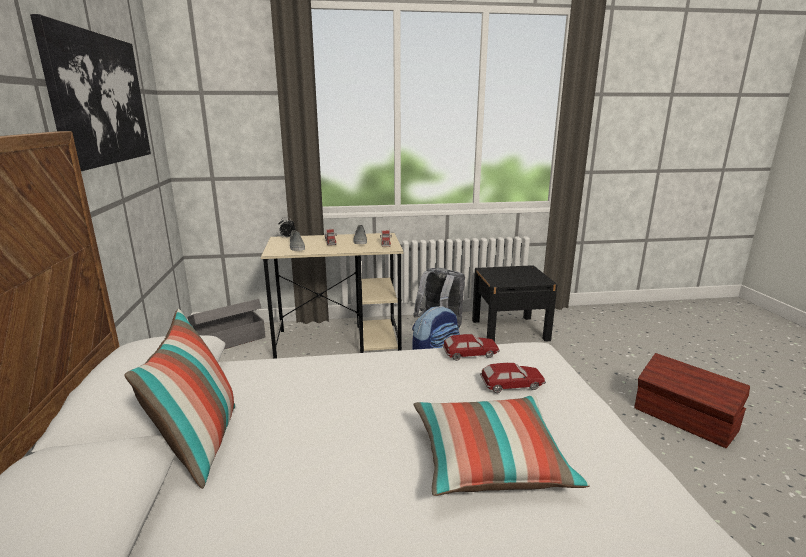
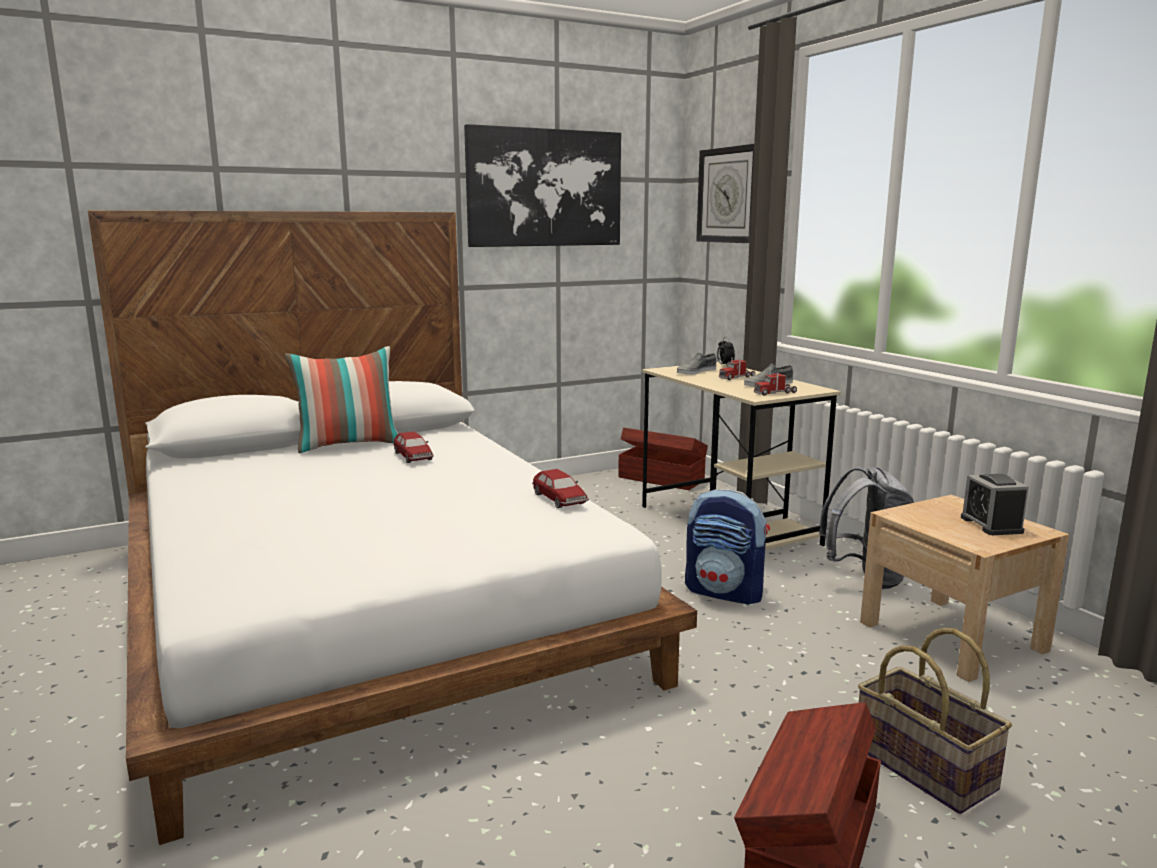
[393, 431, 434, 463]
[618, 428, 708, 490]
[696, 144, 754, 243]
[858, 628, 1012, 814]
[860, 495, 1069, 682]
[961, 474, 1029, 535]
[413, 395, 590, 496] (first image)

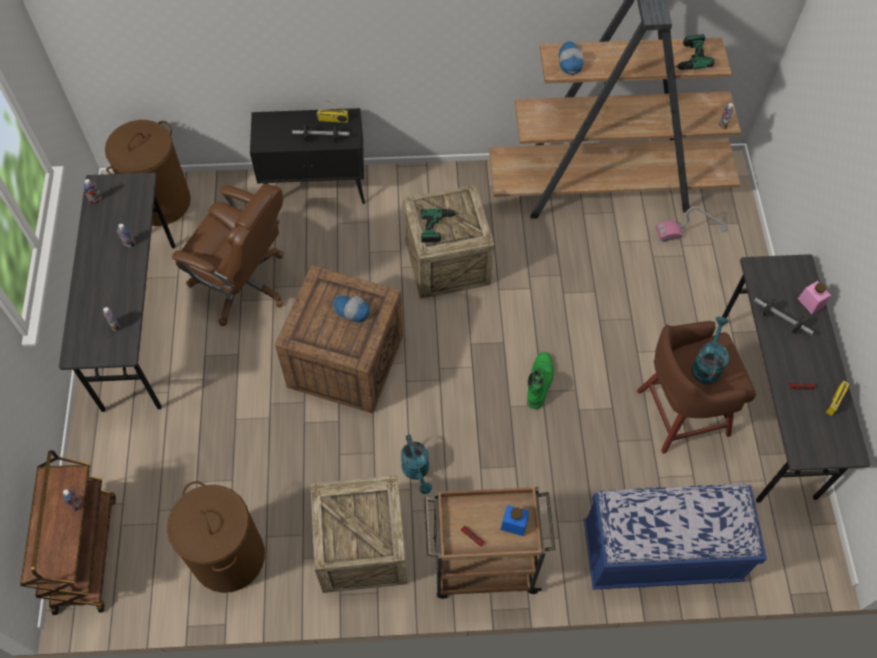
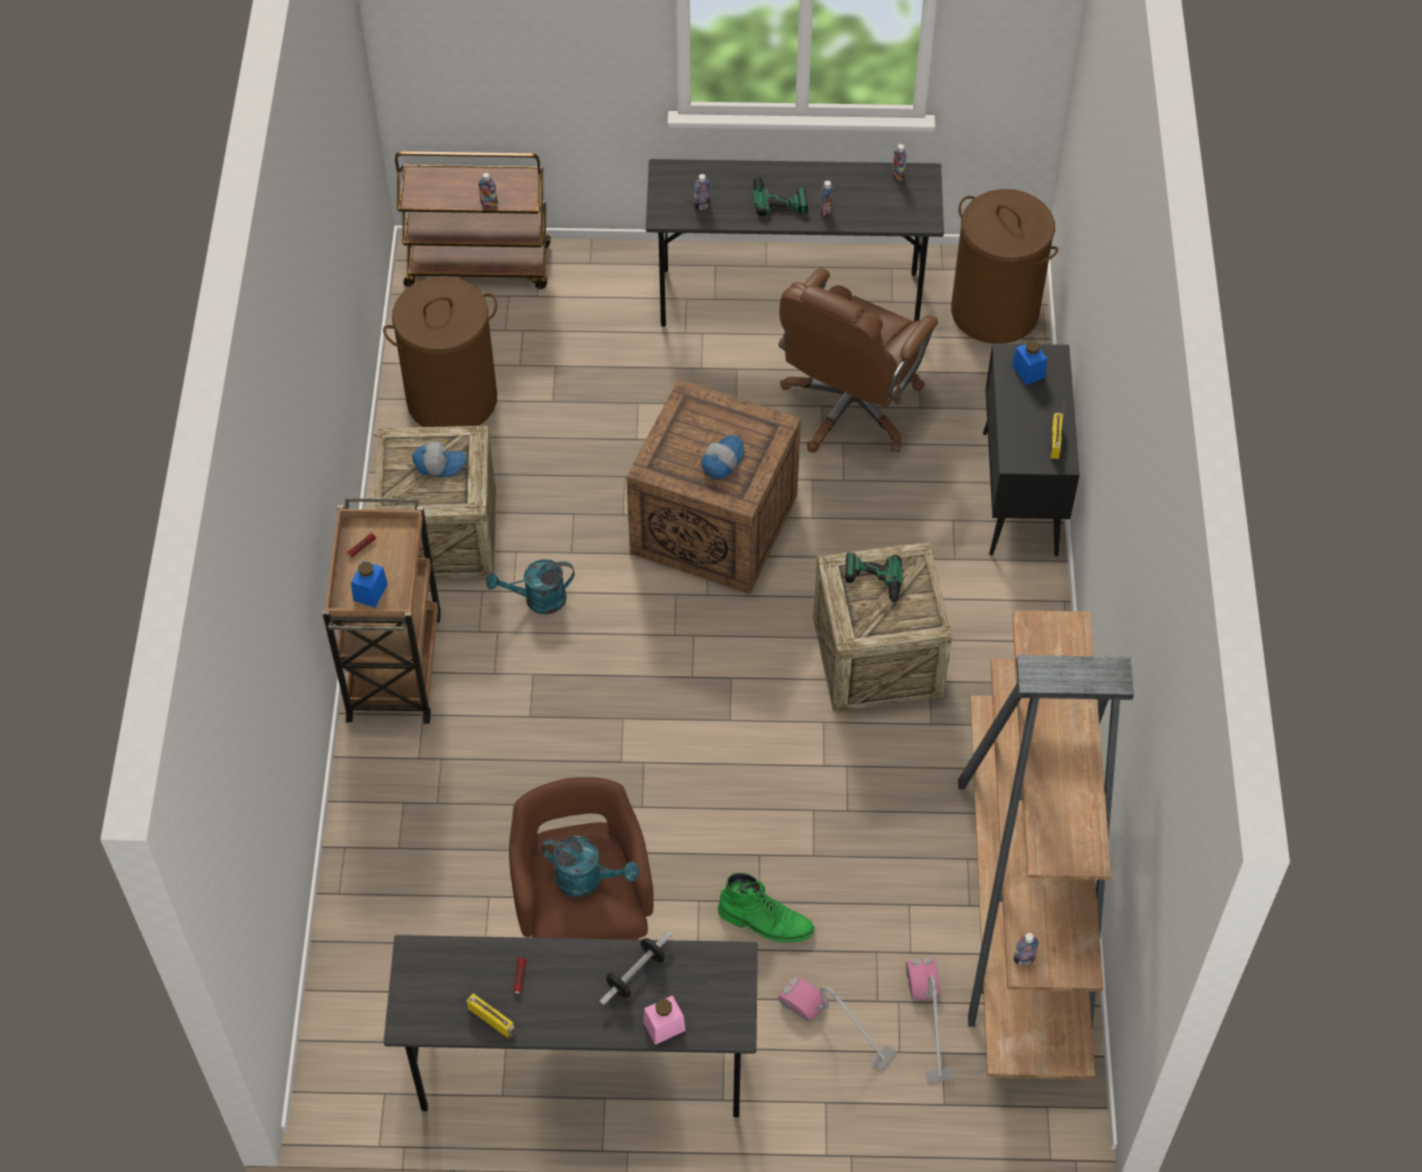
[412, 441, 467, 477]
[718, 873, 815, 943]
[753, 168, 808, 216]
[778, 976, 896, 1072]
[1012, 341, 1047, 385]
[292, 124, 350, 142] (first image)
[584, 484, 767, 590] (first image)

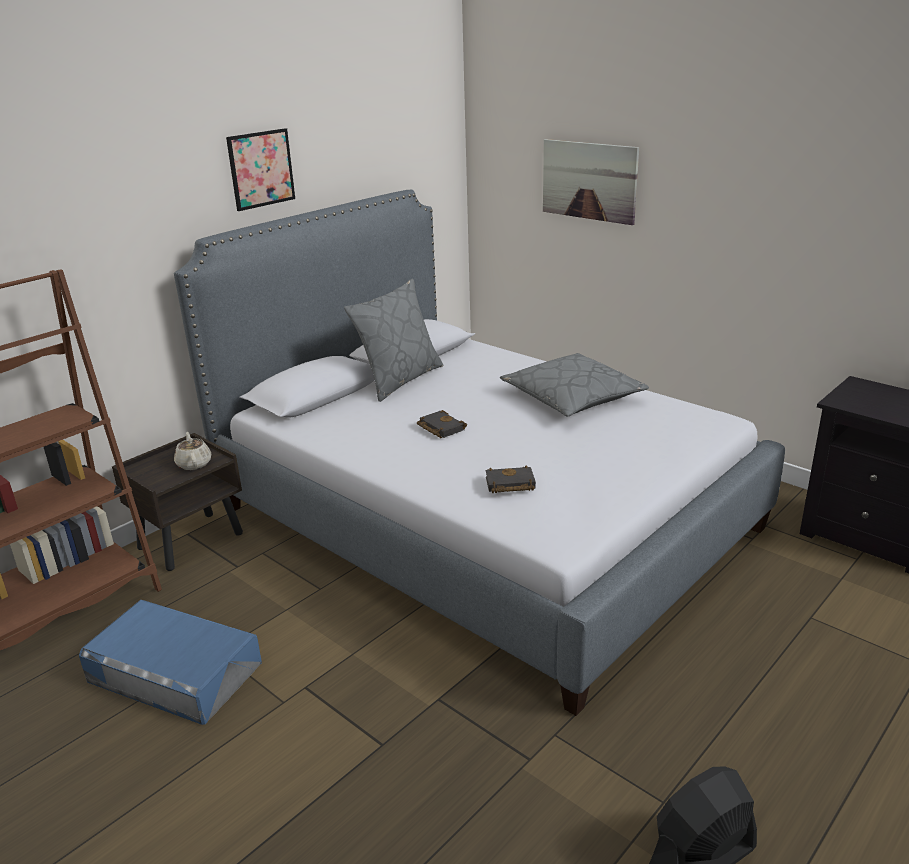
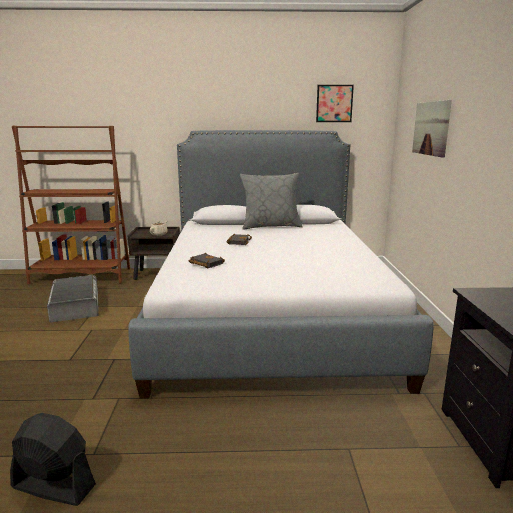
[47, 275, 99, 322]
[316, 85, 354, 122]
[500, 353, 649, 416] (first image)

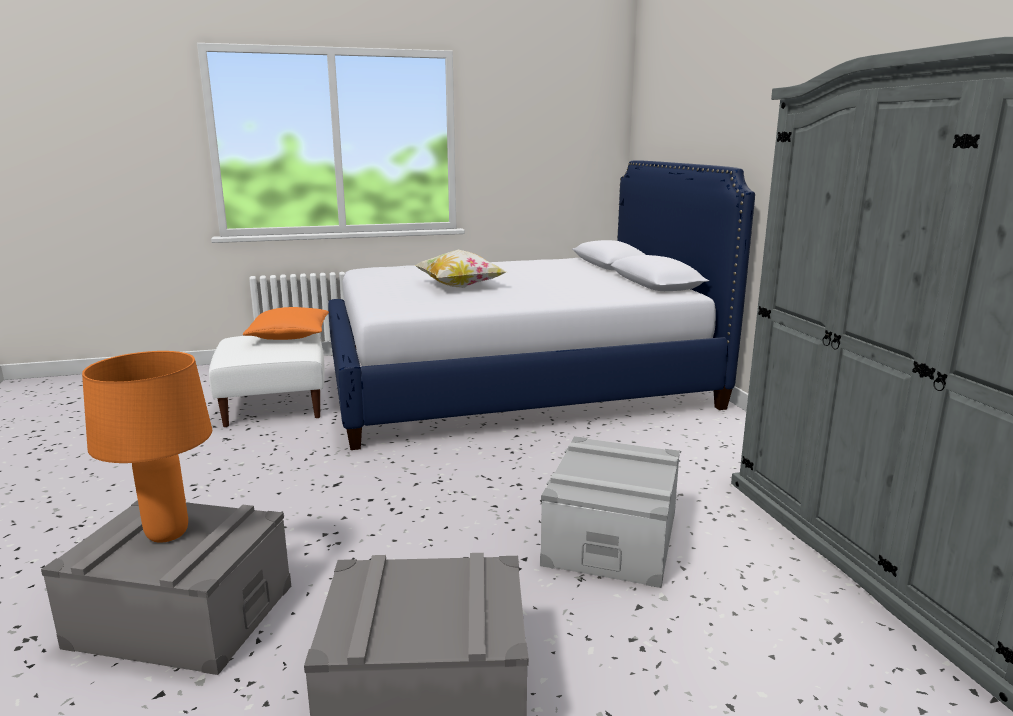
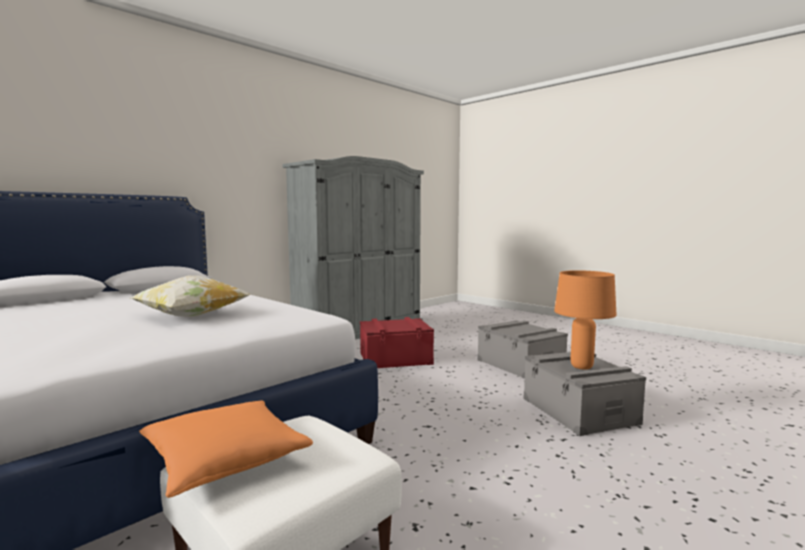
[360, 317, 434, 368]

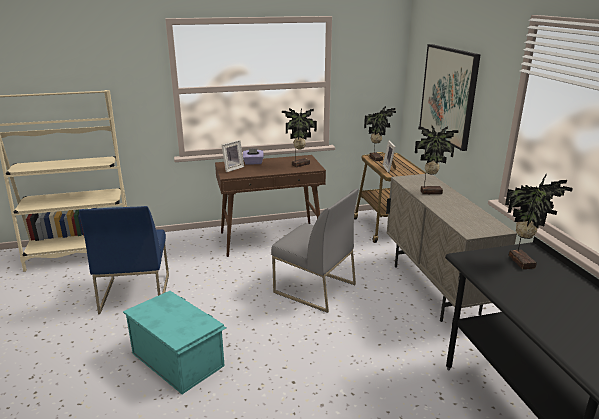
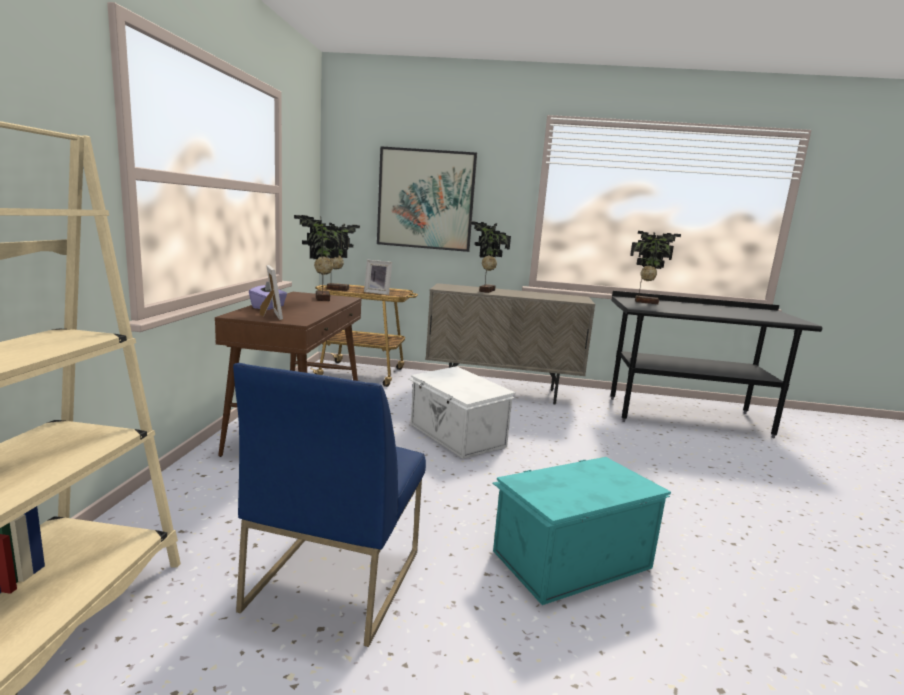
[233, 363, 426, 647]
[409, 366, 515, 459]

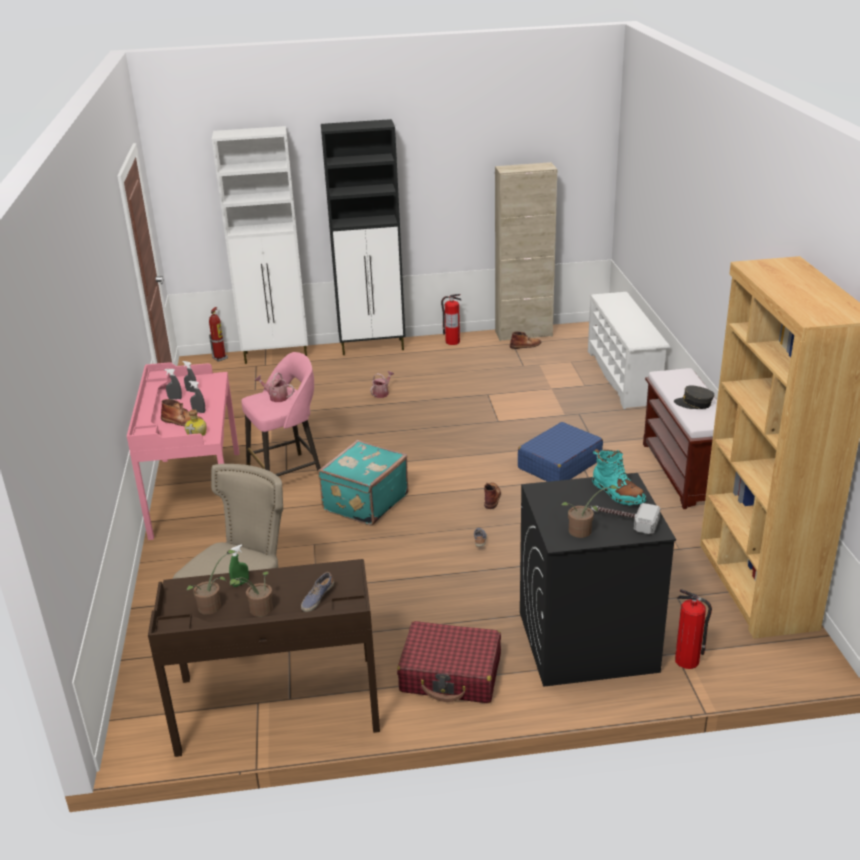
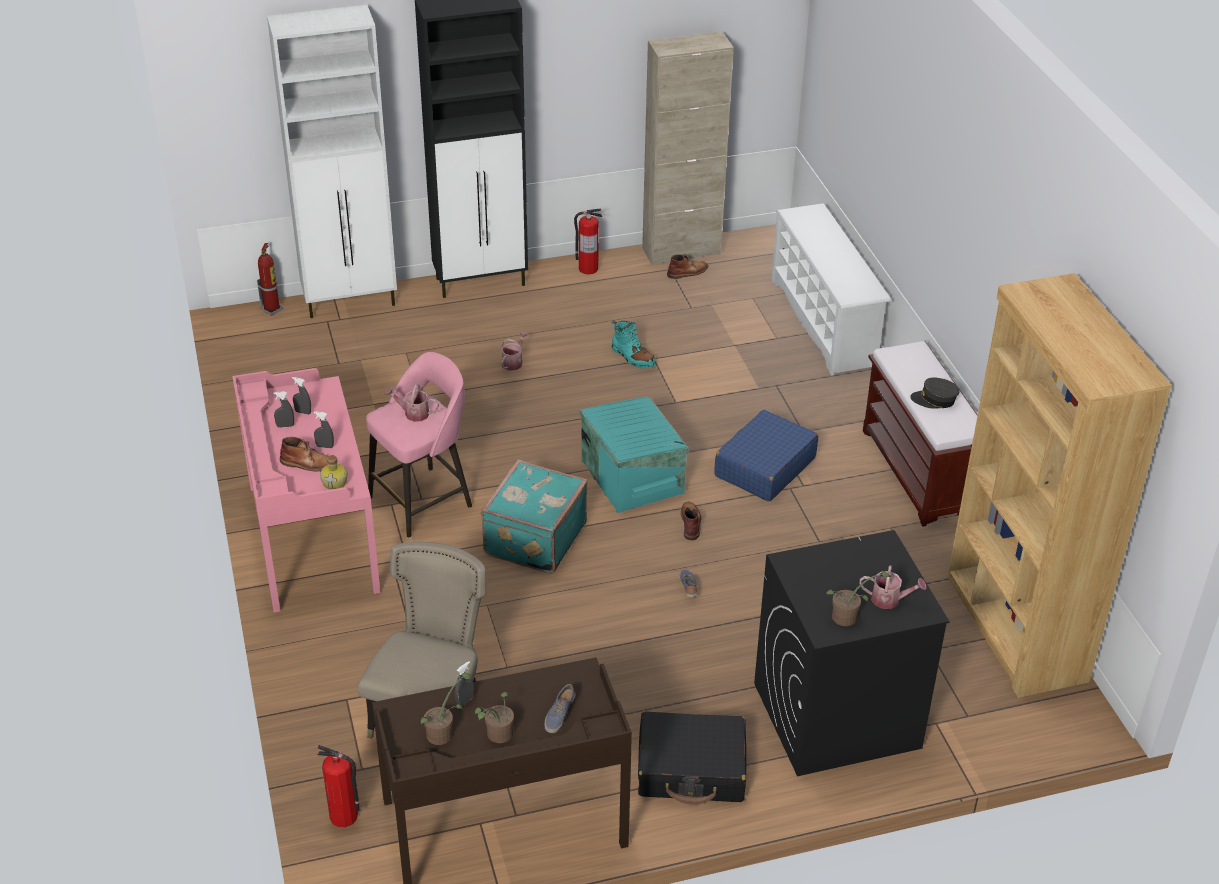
[318, 745, 360, 827]
[455, 661, 474, 706]
[580, 396, 689, 513]
[611, 320, 657, 369]
[638, 711, 746, 805]
[860, 565, 927, 609]

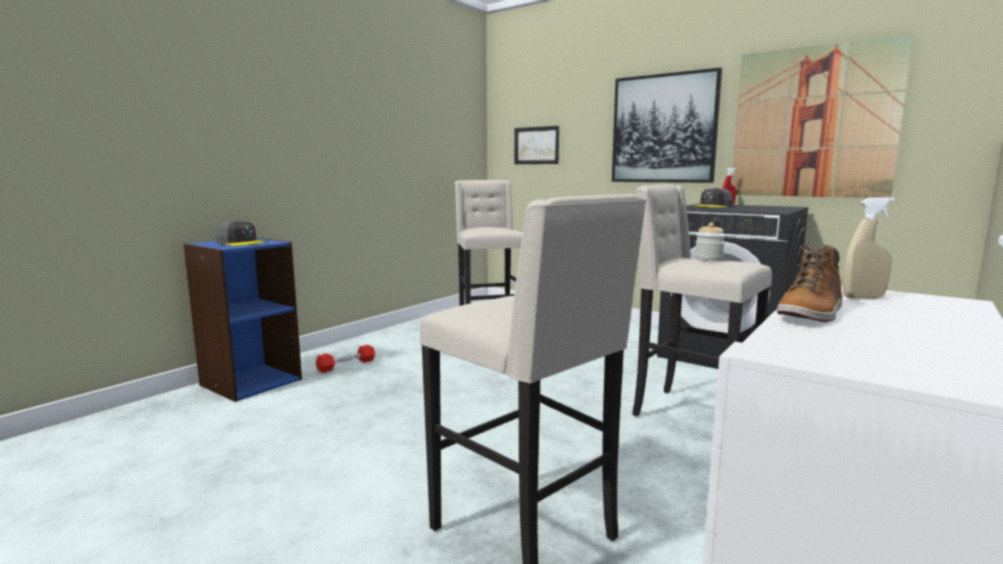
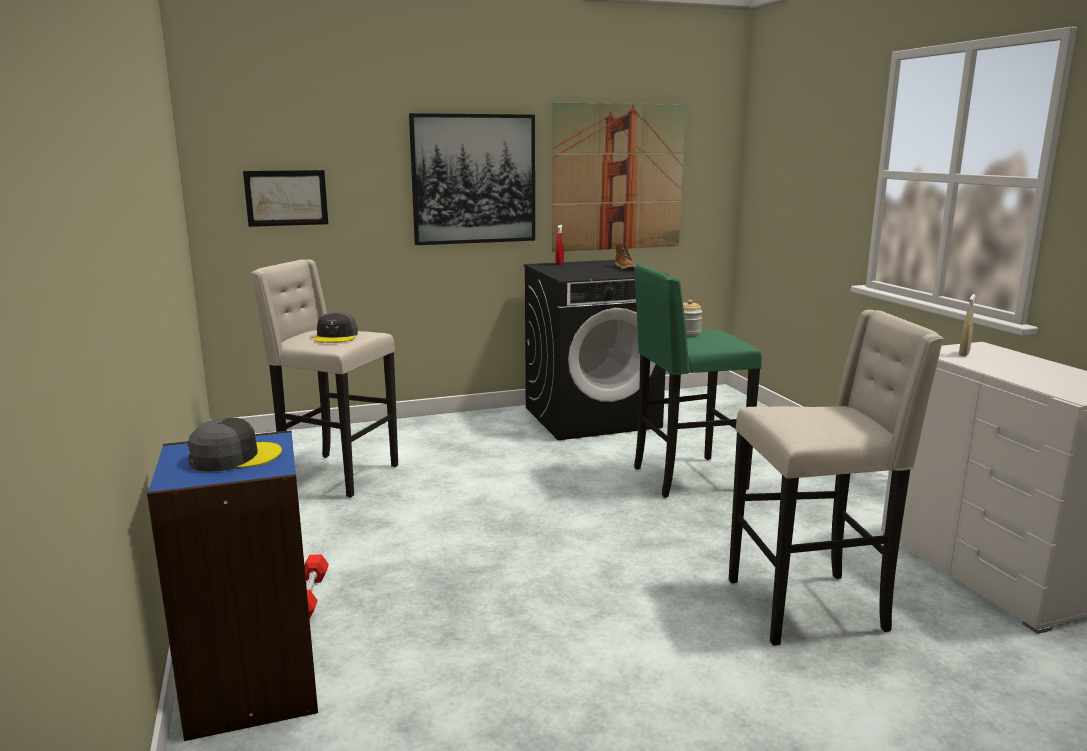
[314, 312, 358, 343]
[615, 243, 637, 270]
[634, 265, 762, 498]

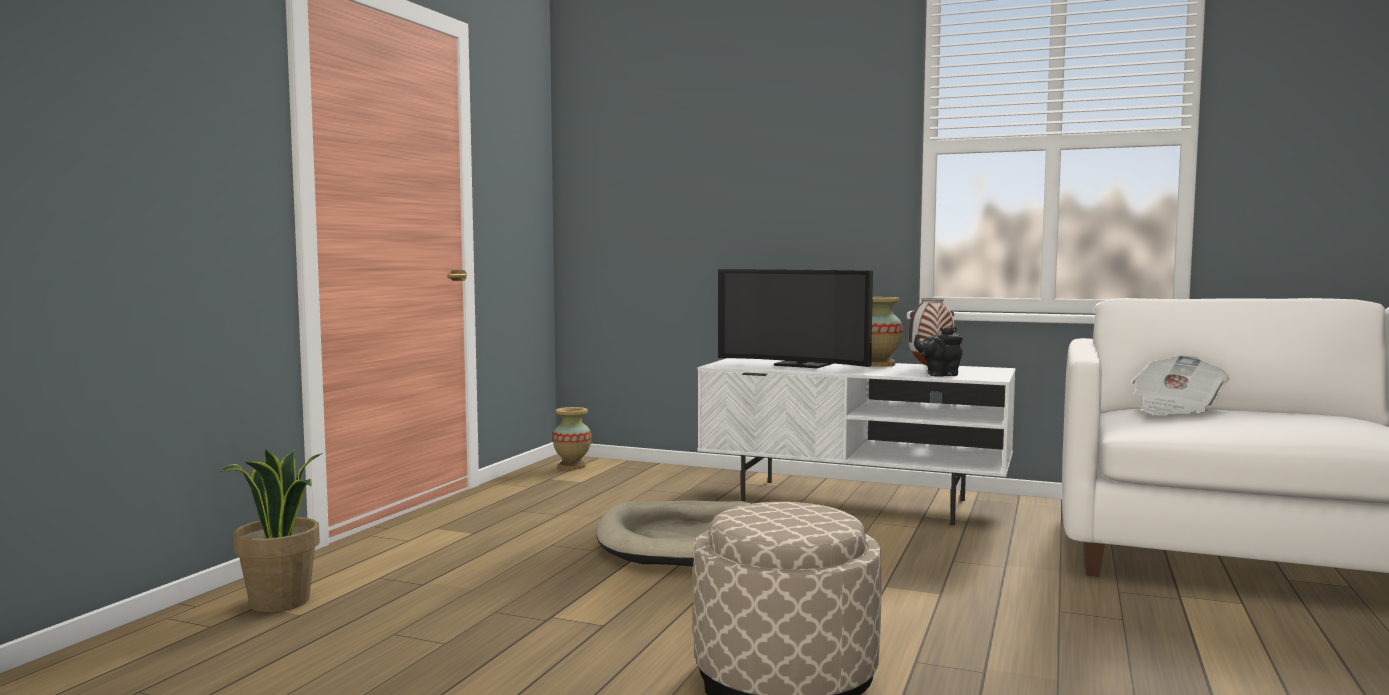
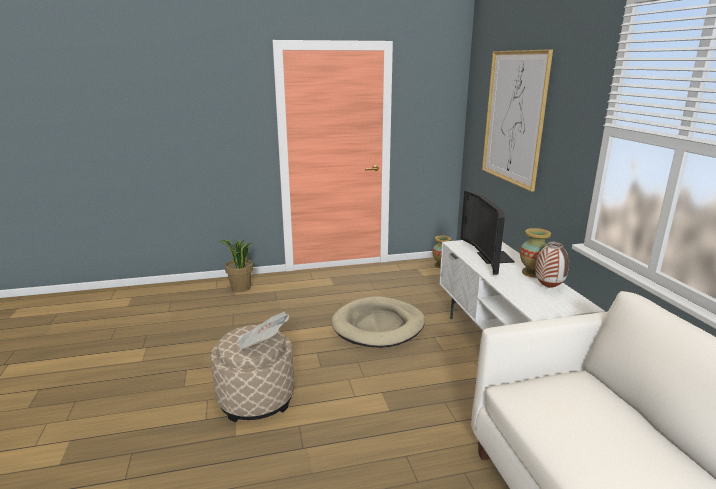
[238, 312, 289, 351]
[482, 49, 553, 192]
[914, 326, 963, 377] (first image)

